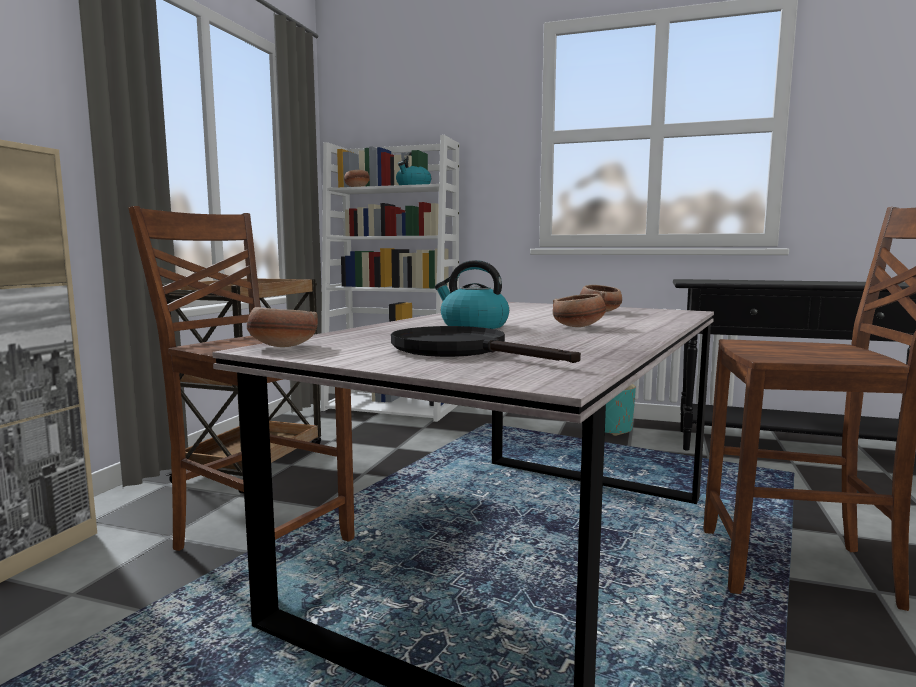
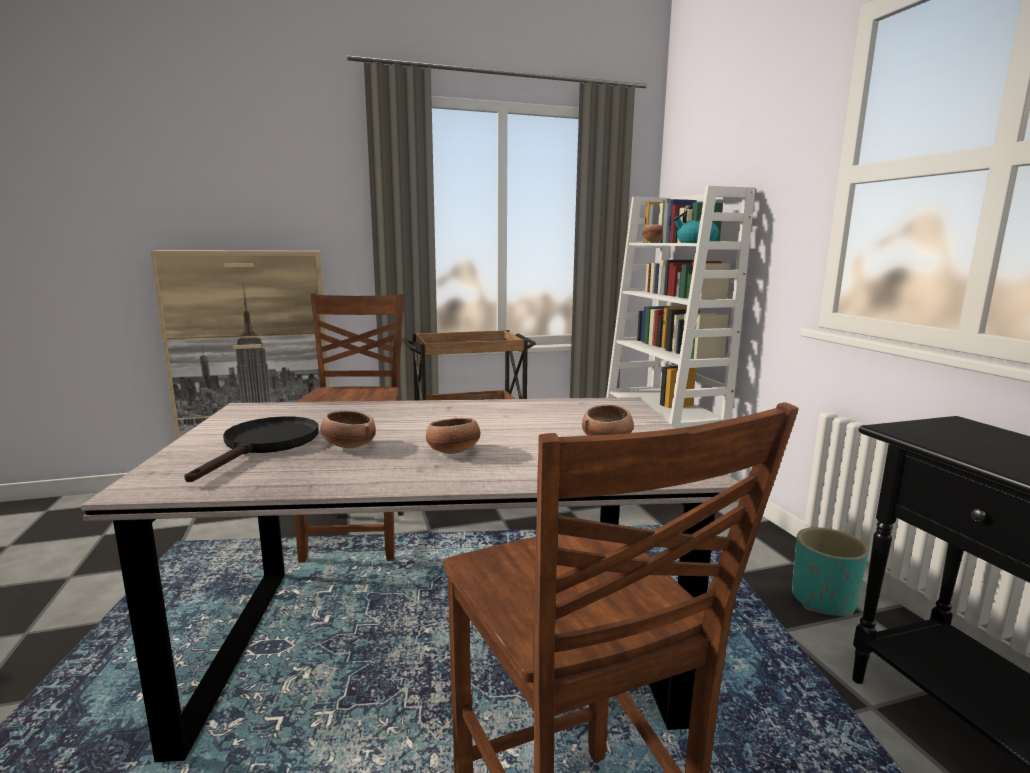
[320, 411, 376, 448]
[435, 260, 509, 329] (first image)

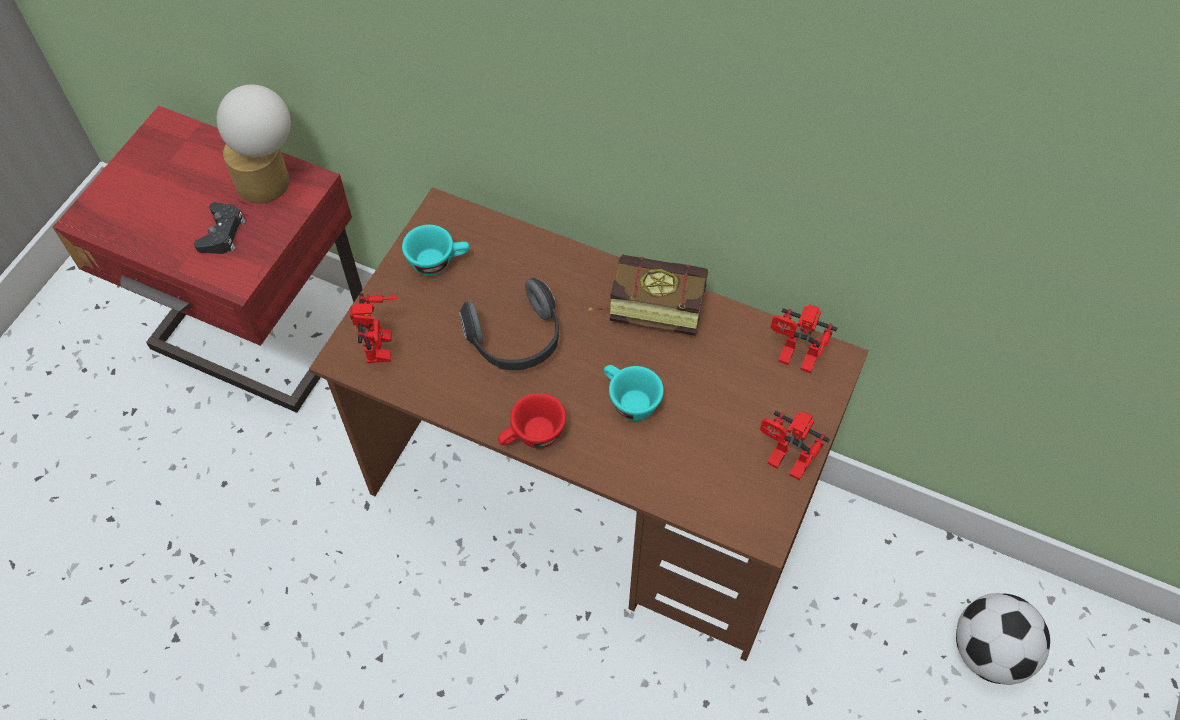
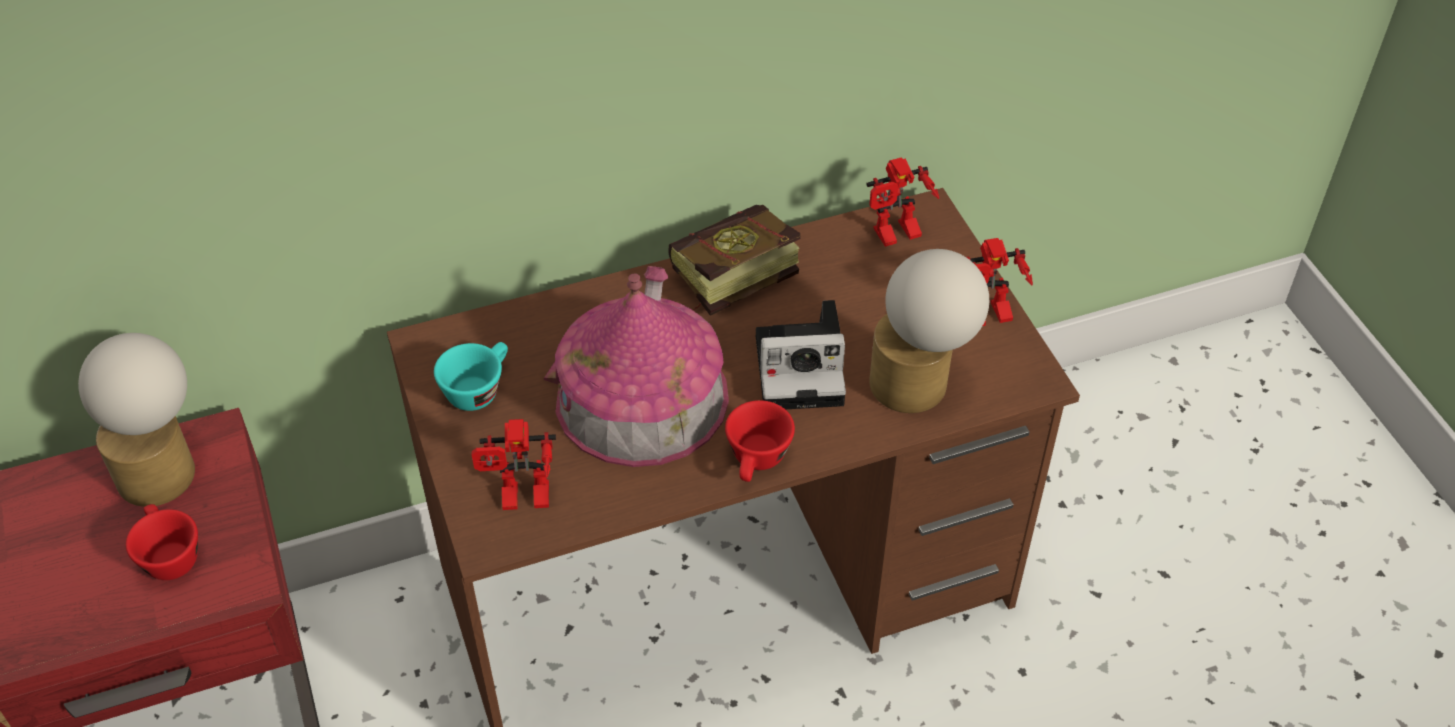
[126, 504, 198, 580]
[472, 419, 556, 510]
[544, 266, 729, 467]
[756, 300, 846, 409]
[869, 249, 989, 413]
[956, 593, 1050, 685] (first image)

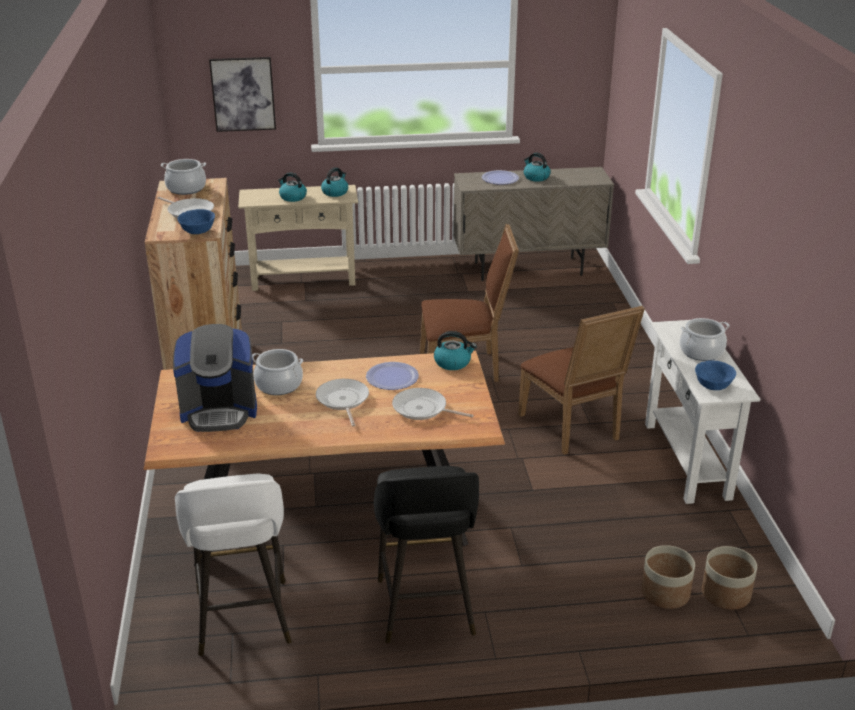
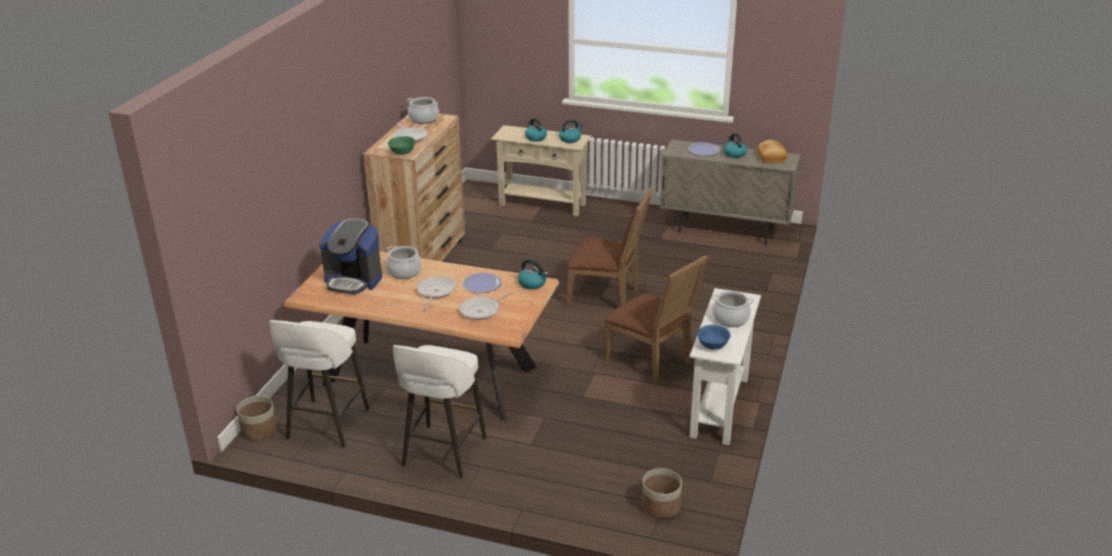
[236, 396, 277, 440]
[388, 136, 415, 155]
[393, 345, 487, 479]
[459, 292, 512, 320]
[603, 255, 708, 384]
[757, 140, 787, 164]
[209, 57, 276, 132] (first image)

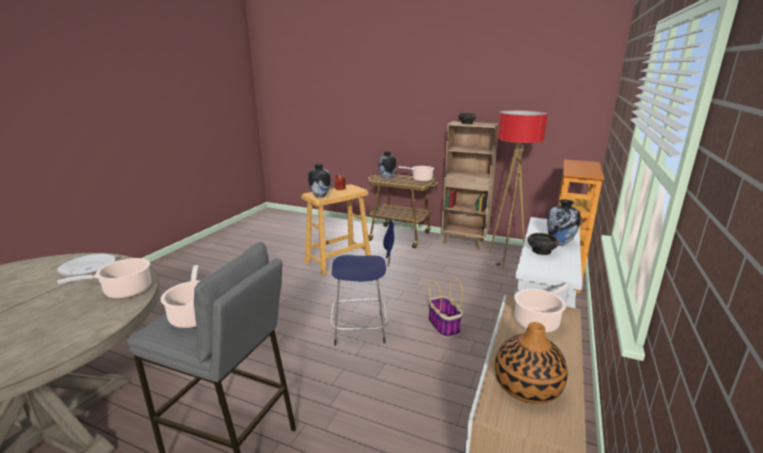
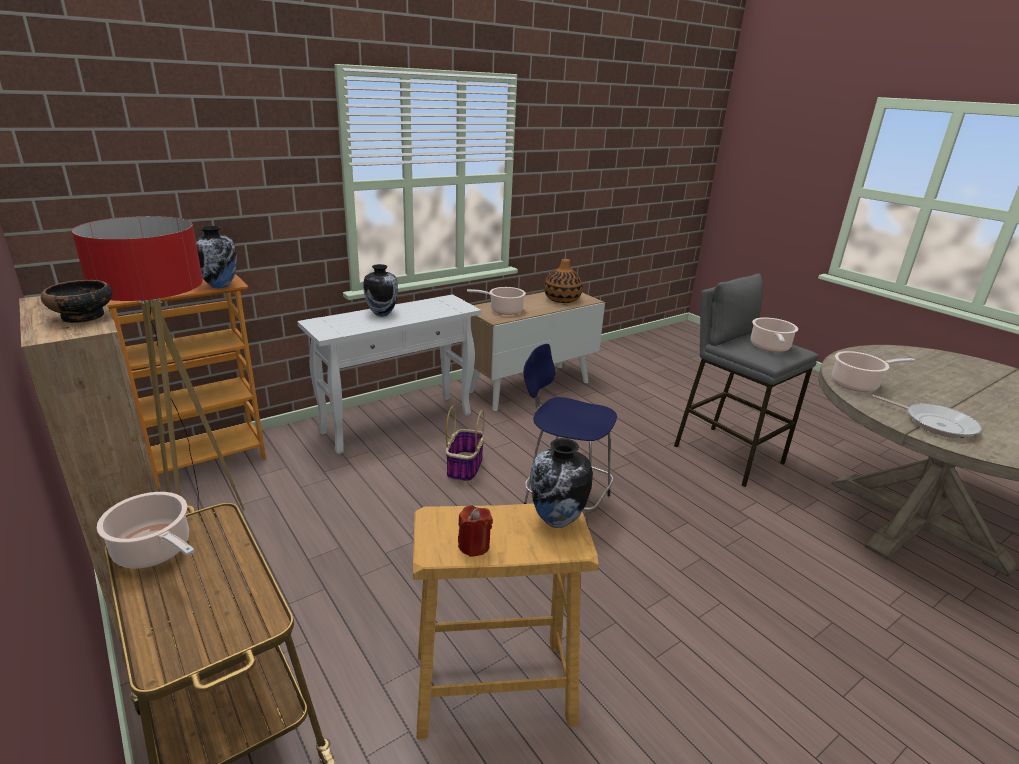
[196, 226, 237, 288]
[528, 233, 559, 255] (first image)

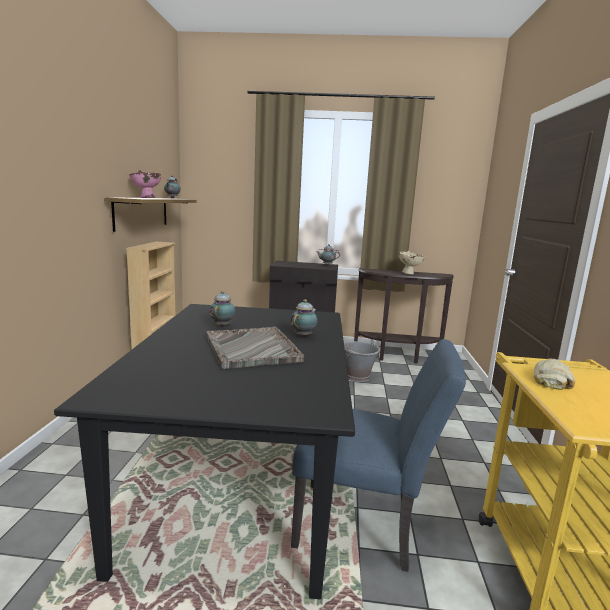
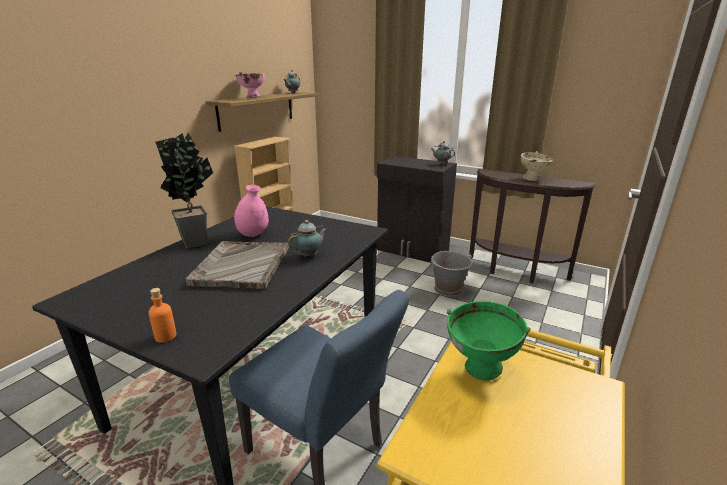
[148, 288, 177, 343]
[155, 133, 213, 248]
[234, 185, 269, 237]
[447, 301, 531, 381]

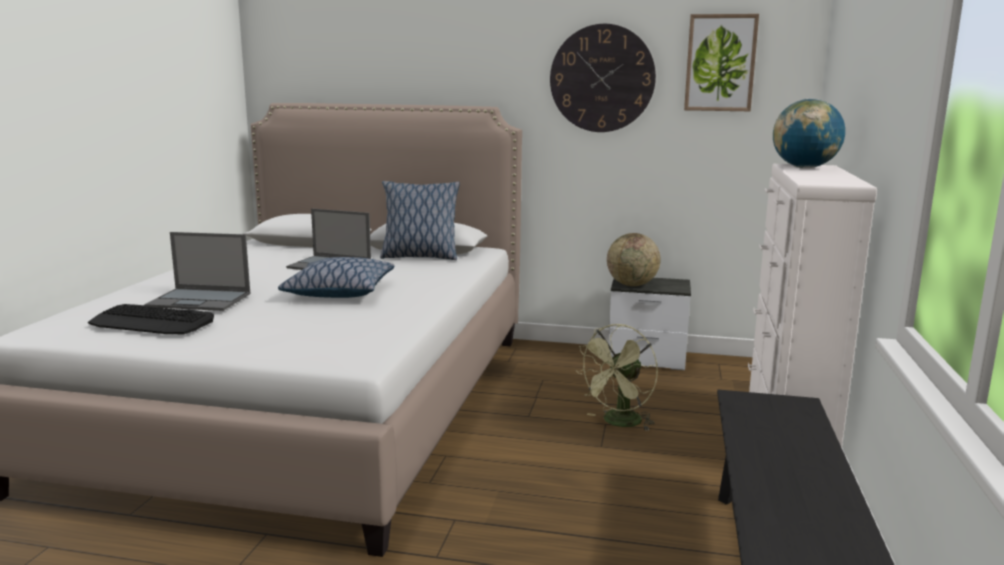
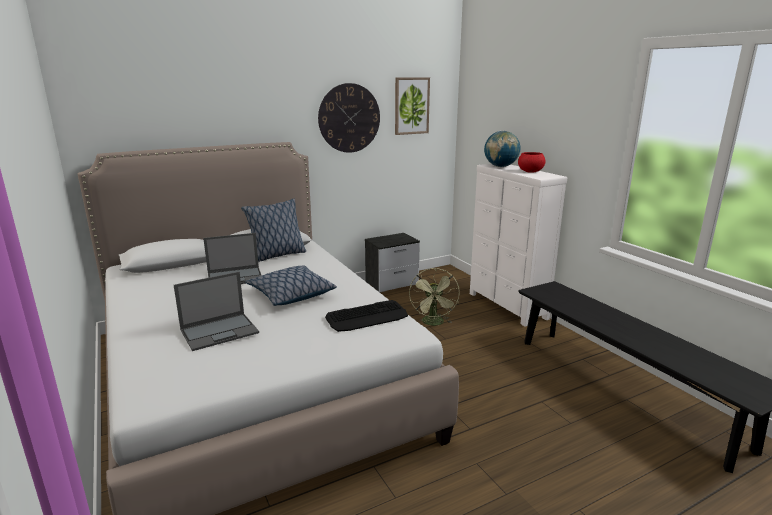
[325, 300, 408, 332]
[518, 152, 545, 173]
[607, 233, 661, 286] (first image)

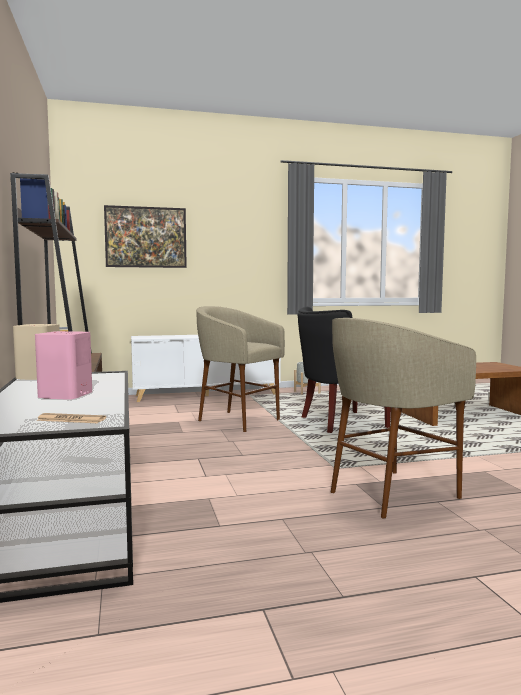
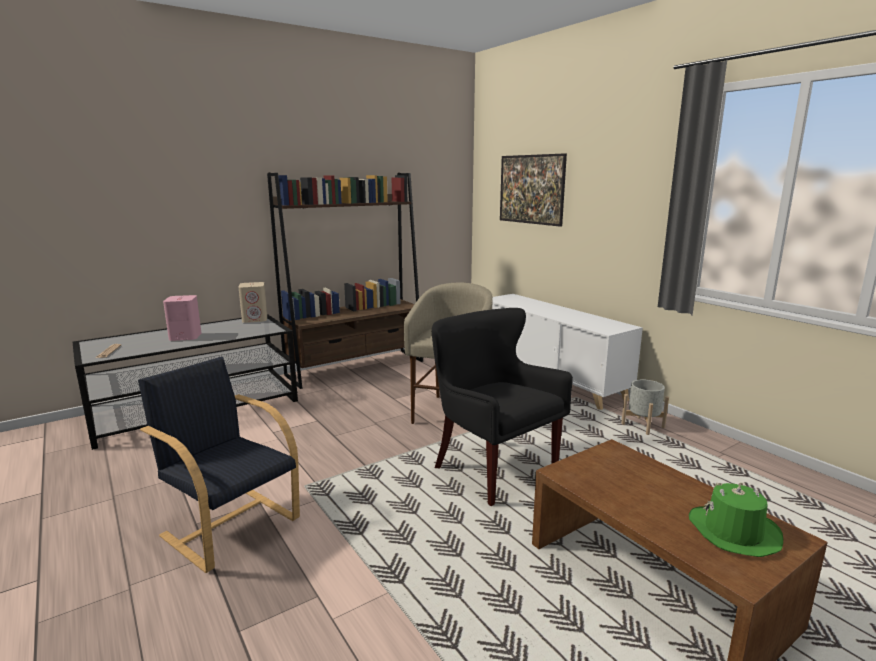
[138, 357, 300, 573]
[689, 482, 783, 557]

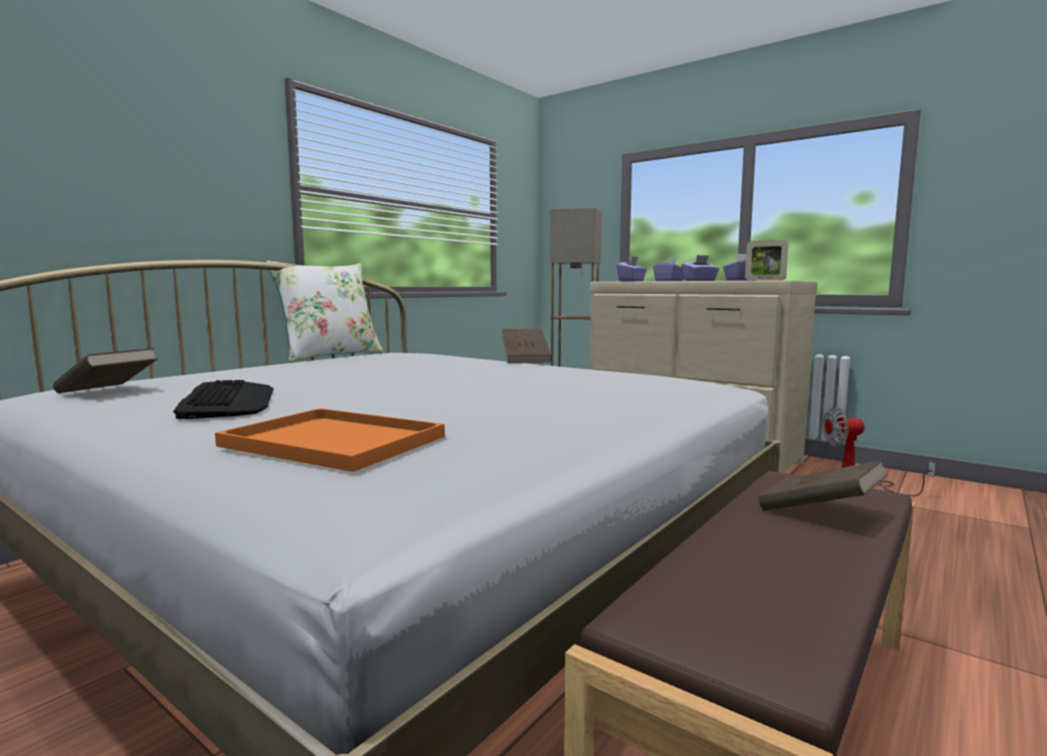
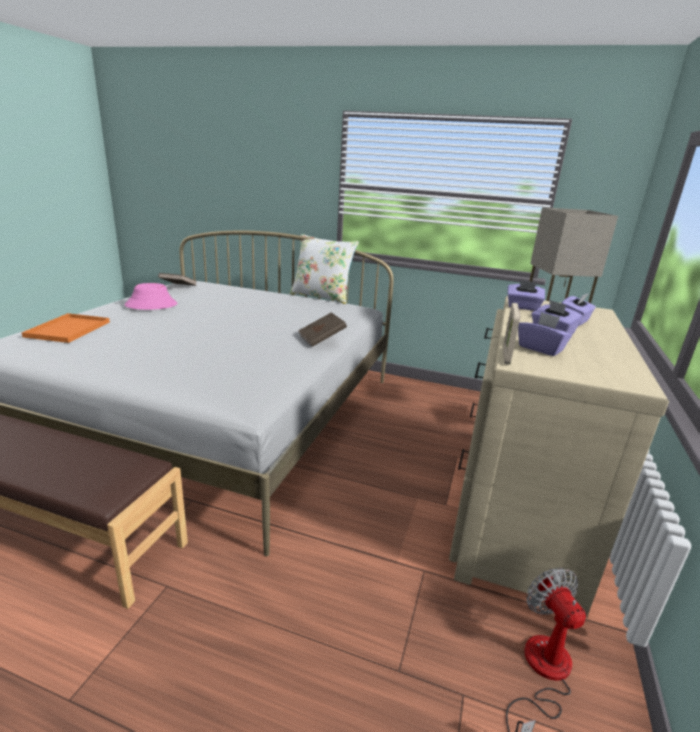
[125, 283, 177, 310]
[758, 460, 888, 511] (first image)

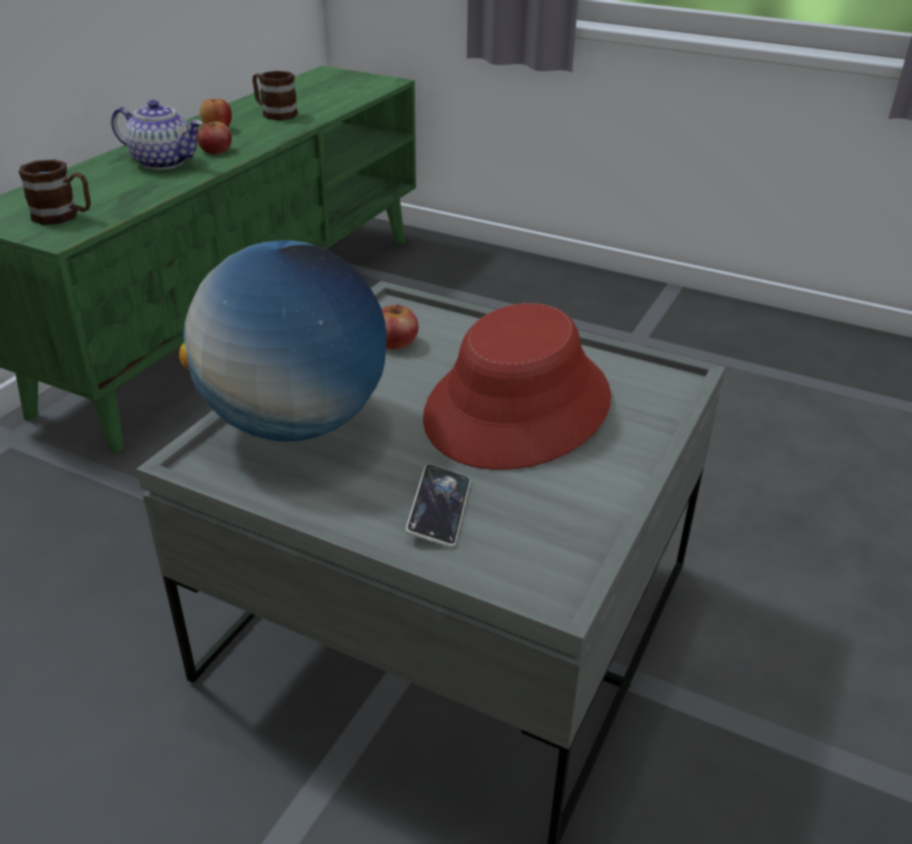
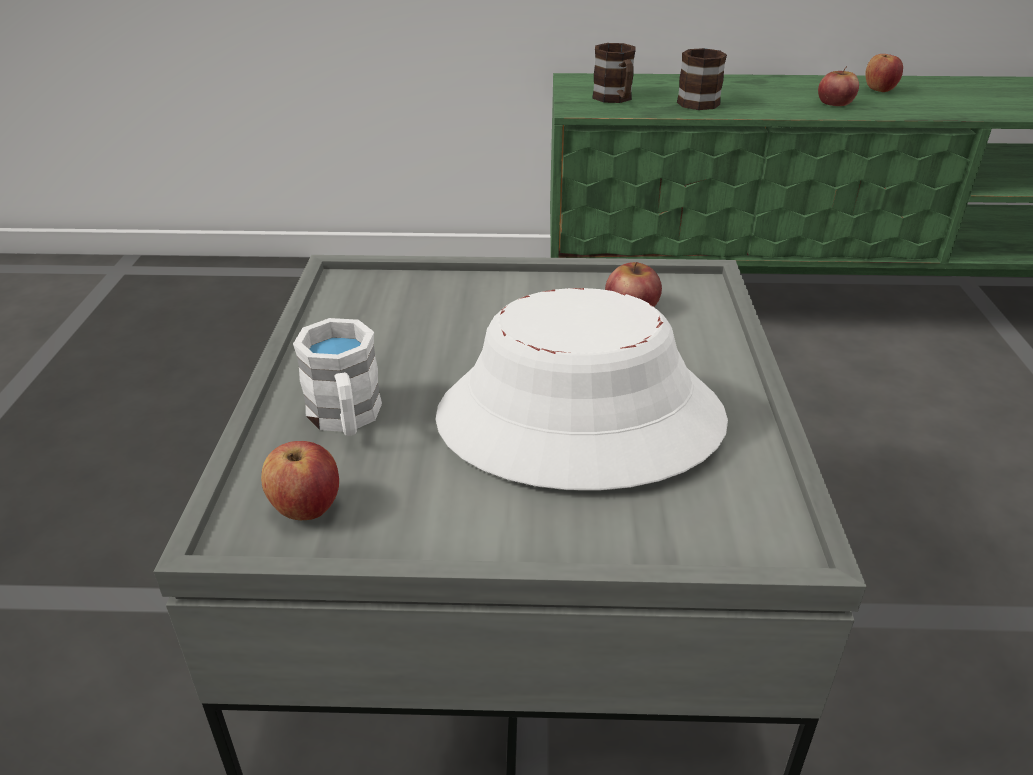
[261, 441, 339, 520]
[293, 318, 382, 436]
[435, 288, 728, 491]
[677, 48, 727, 110]
[111, 100, 203, 170] (first image)
[179, 240, 387, 441] (first image)

